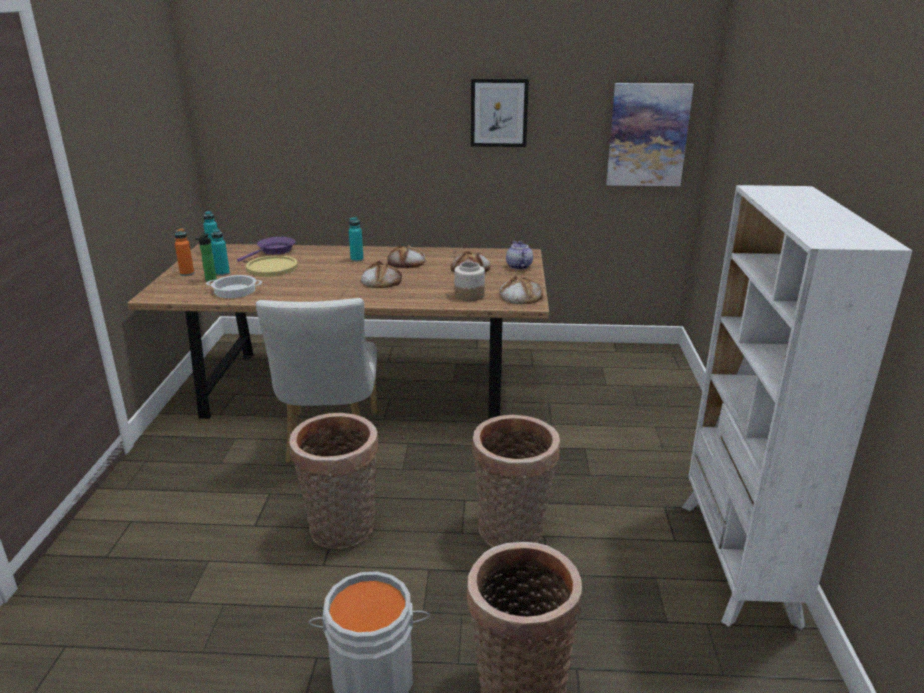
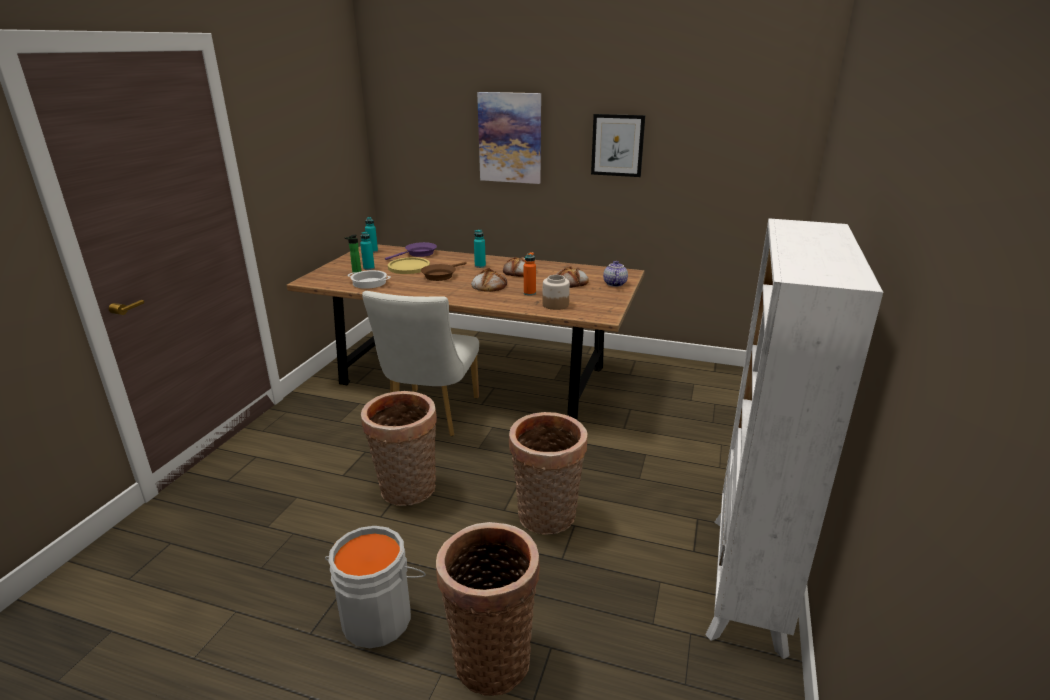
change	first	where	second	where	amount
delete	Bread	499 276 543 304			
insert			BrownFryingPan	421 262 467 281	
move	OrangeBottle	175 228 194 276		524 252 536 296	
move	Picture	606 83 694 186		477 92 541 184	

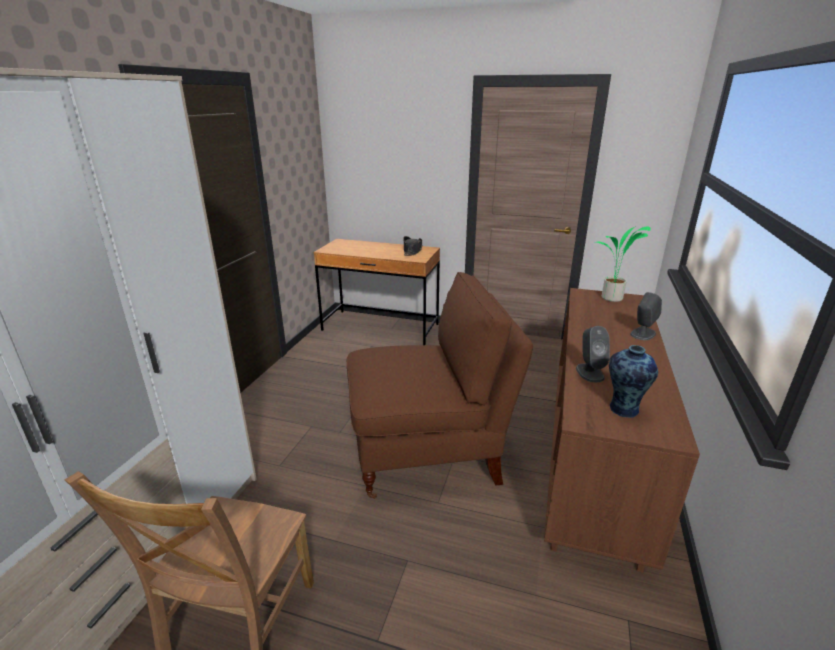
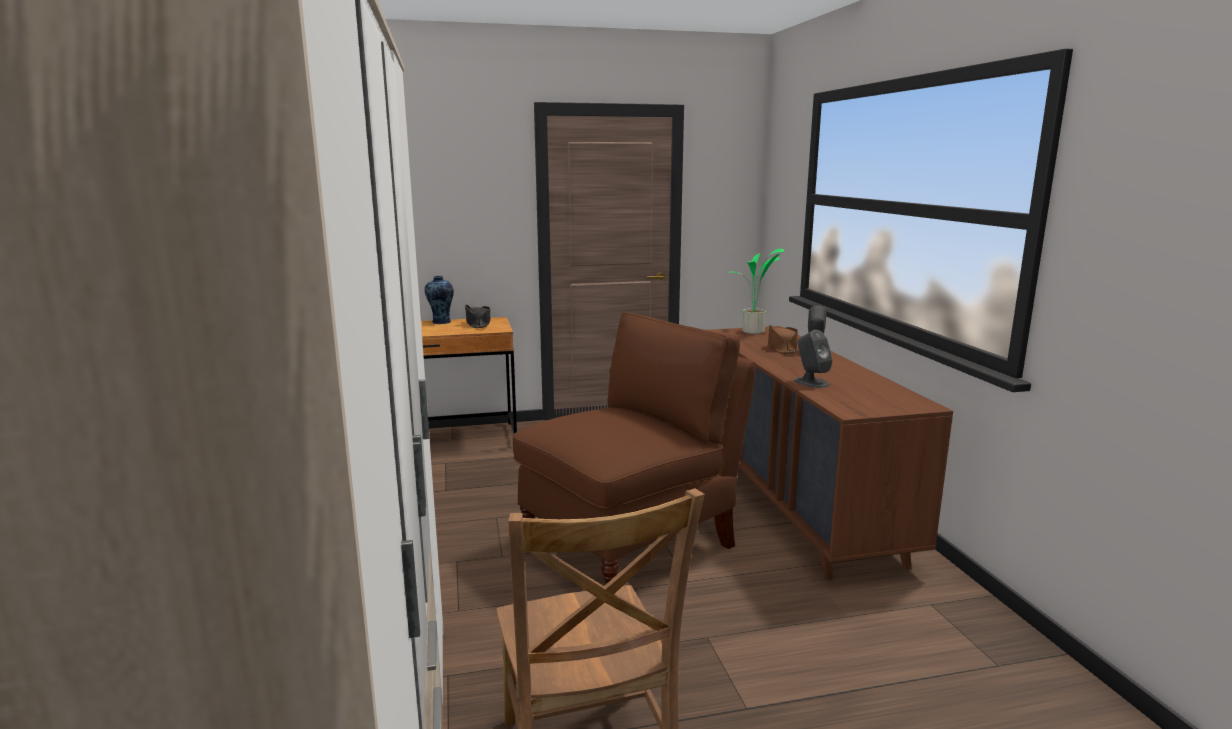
change	first	where	second	where	amount
insert			BrownHat	768 325 798 354	
move	Vase	609 345 658 418		425 276 454 324	

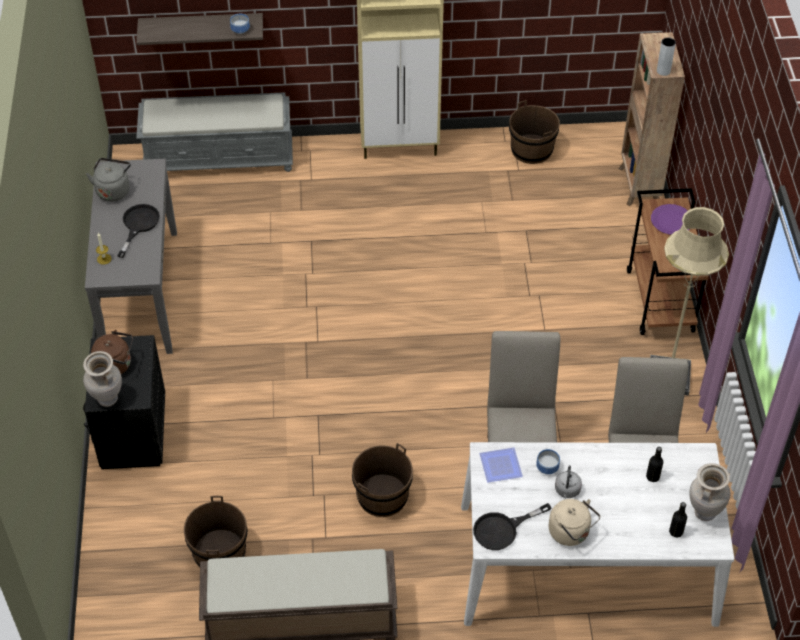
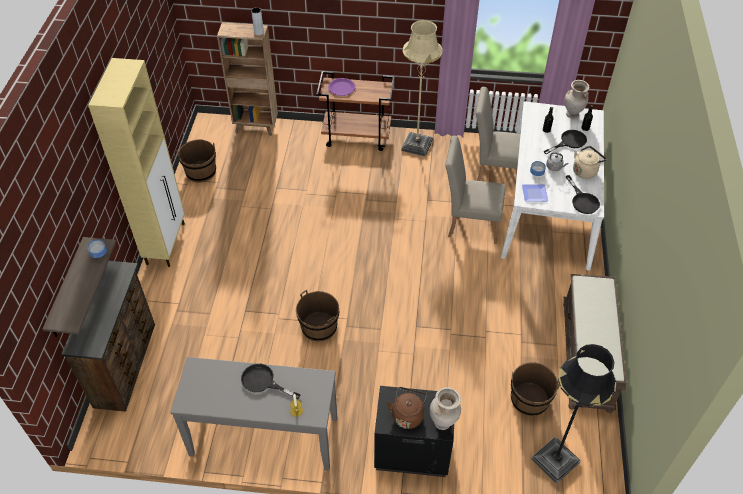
change	first	where	second	where	amount
delete	GreyKettle	86 158 131 202			
insert			BlackFloorLamp	531 344 616 484	
insert			BlackFryingPan	544 130 587 154	
move	BrownBucket	352 443 413 517		296 290 340 341	
replace	GreyBench	136 92 293 172	BrownDresser	61 261 155 412	

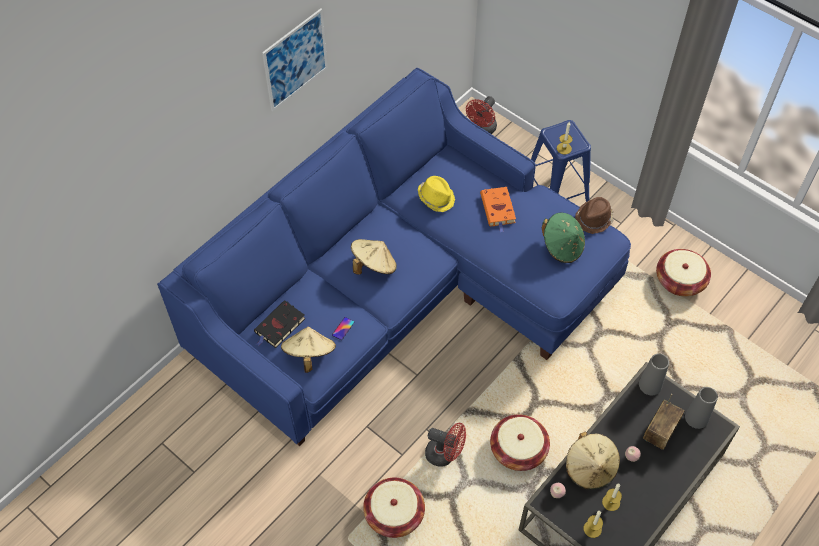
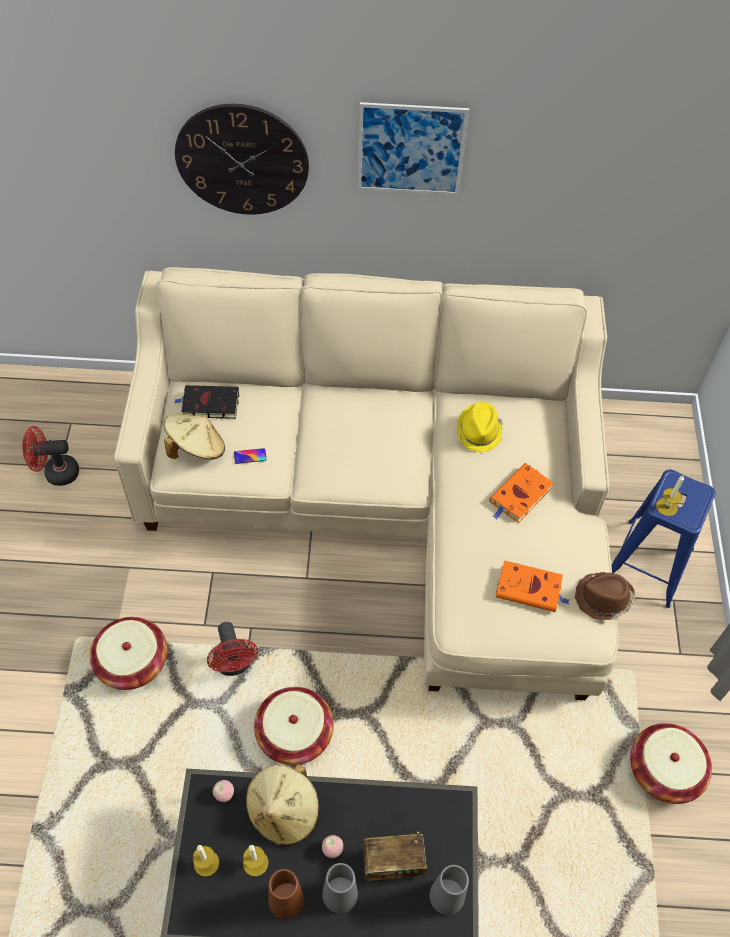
change	first	where	second	where	amount
delete	BeigeHat	351 239 397 275			
insert			WallClock	175 104 309 215	
insert			BrownVase	269 869 304 919	
move	RedFan	466 96 497 134		22 426 79 486	
move	GreyVase	639 353 669 395		322 863 358 913	
replace	GreenHat	542 213 585 263	OrangeBook	496 560 570 612	
recolor	BlueSofa	157 68 631 446	BeigeSofa	114 267 618 700	

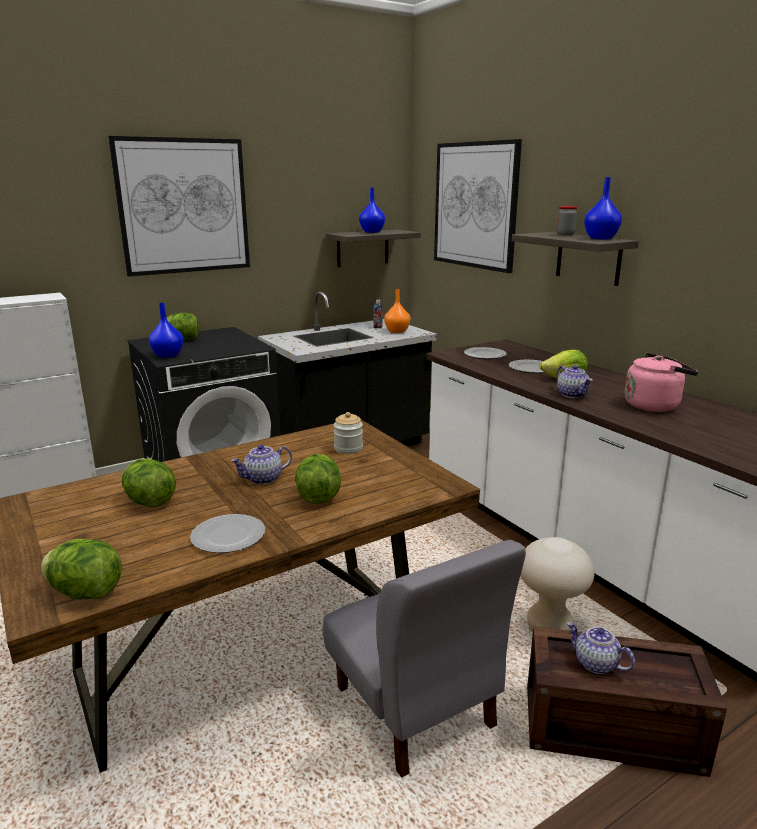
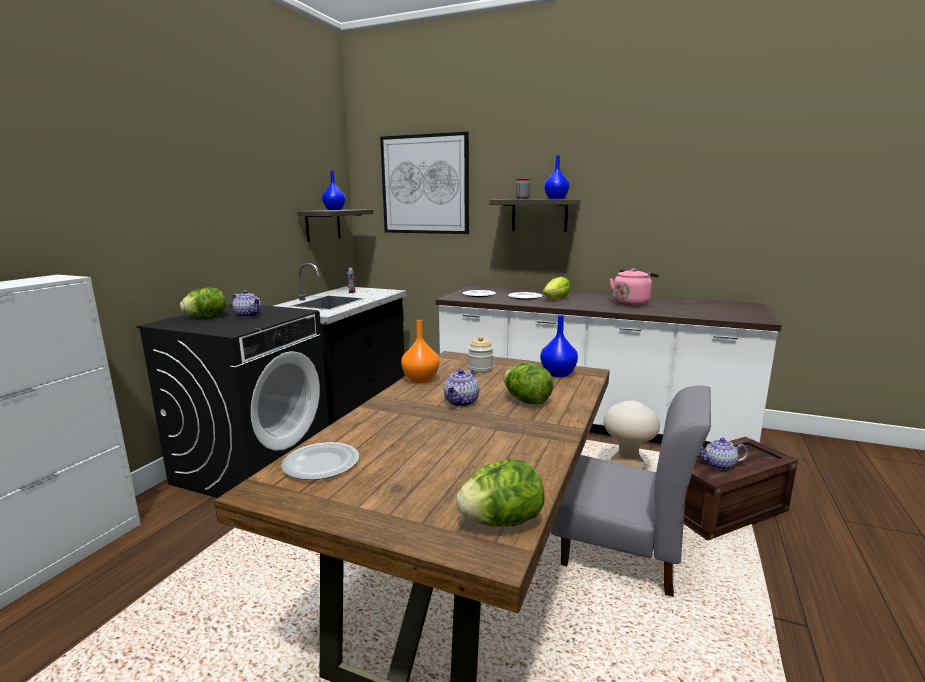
change	first	where	second	where	amount
delete	Picture	108 136 250 277			
delete	Lettuce	122 458 176 508			
move	BlueVase	149 302 183 358		540 315 578 377	
move	Plate	190 514 265 553		281 442 359 480	
move	OrangeVase	384 289 410 333		401 320 439 383	
move	Teapot	557 365 593 398		232 290 261 318	

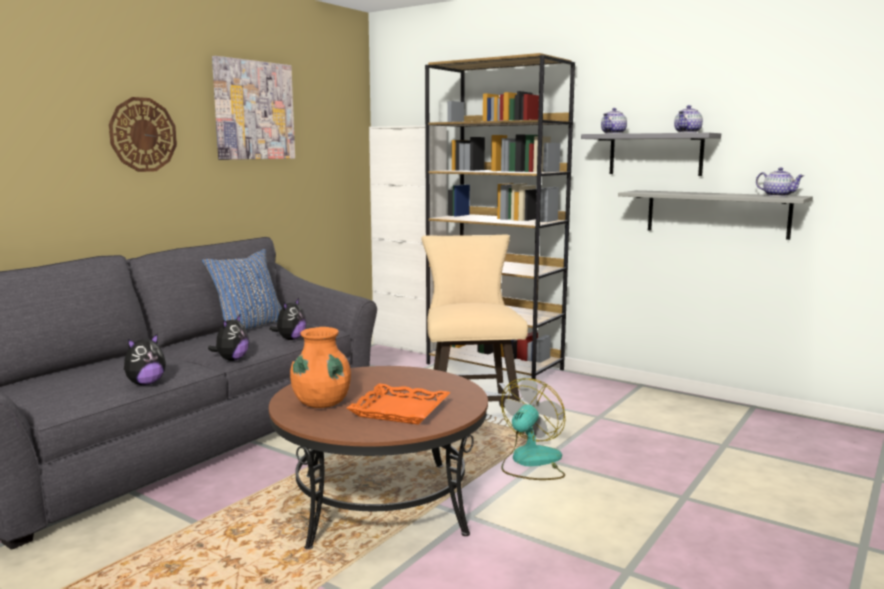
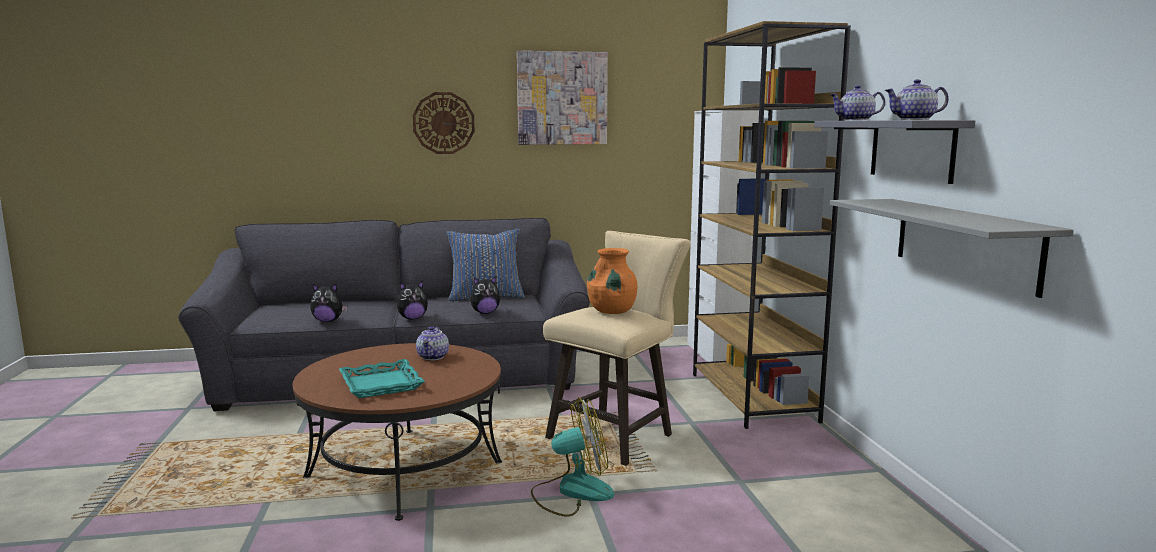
change	first	where	second	where	amount
move	OrangeVase	290 327 351 408		587 248 638 314	
move	Teapot	756 167 804 197		416 326 449 360	
recolor	OrangeTray	347 383 450 425	TurquoiseTray	339 359 425 398	

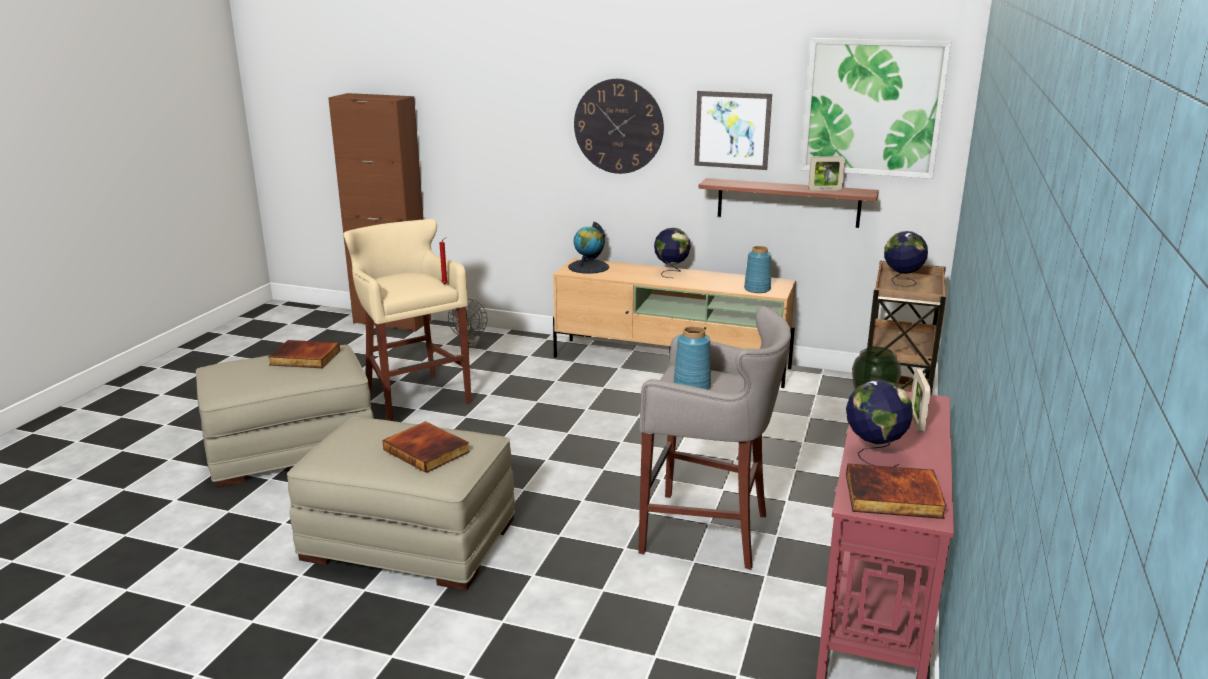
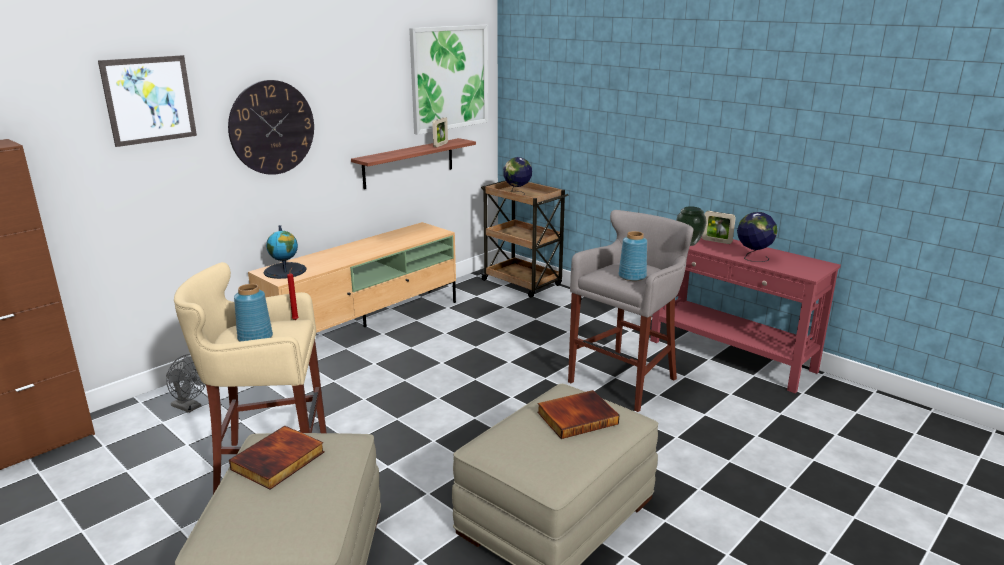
change	first	where	second	where	amount
delete	Globe	654 228 691 278			
delete	Book	846 463 946 519			
move	Picture	694 91 772 170		98 55 197 147	
move	BlueVase	744 246 771 293		234 284 273 342	

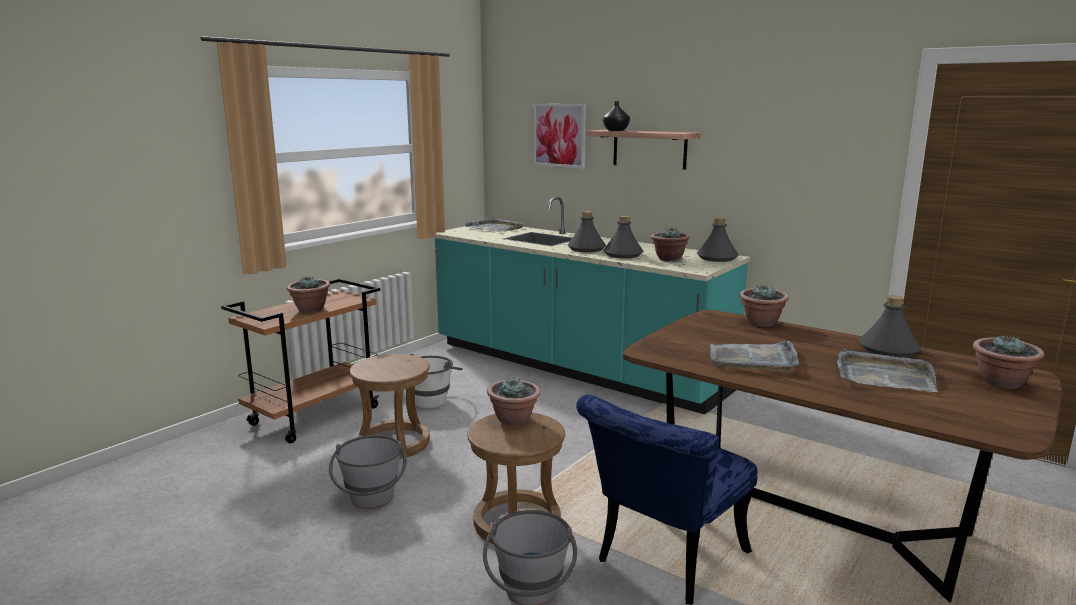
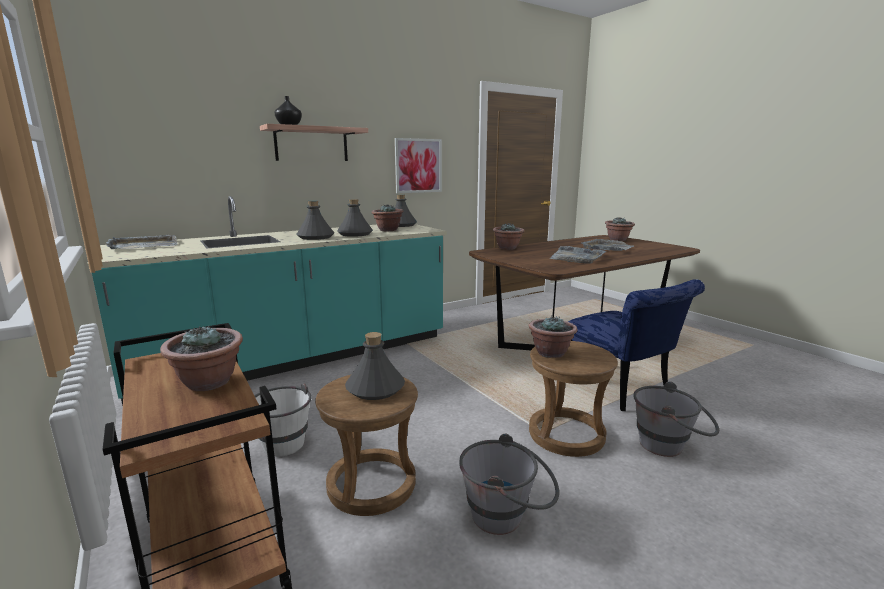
change	first	where	second	where	amount
move	Picture	533 104 586 169		394 138 442 193	
move	GreyBottle	859 295 921 357		345 332 405 400	

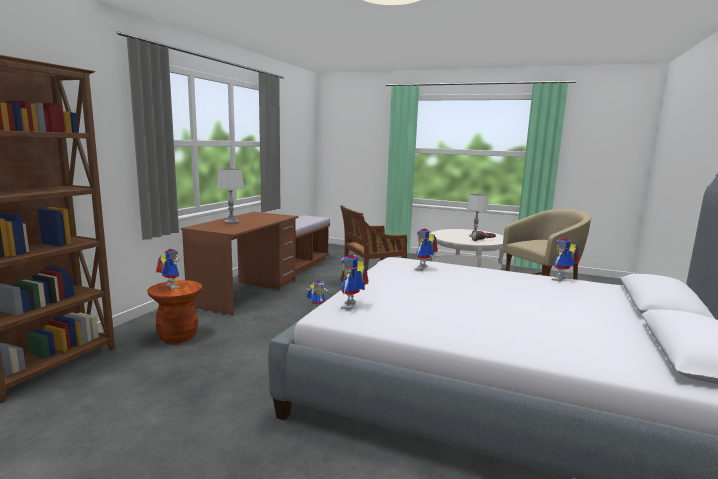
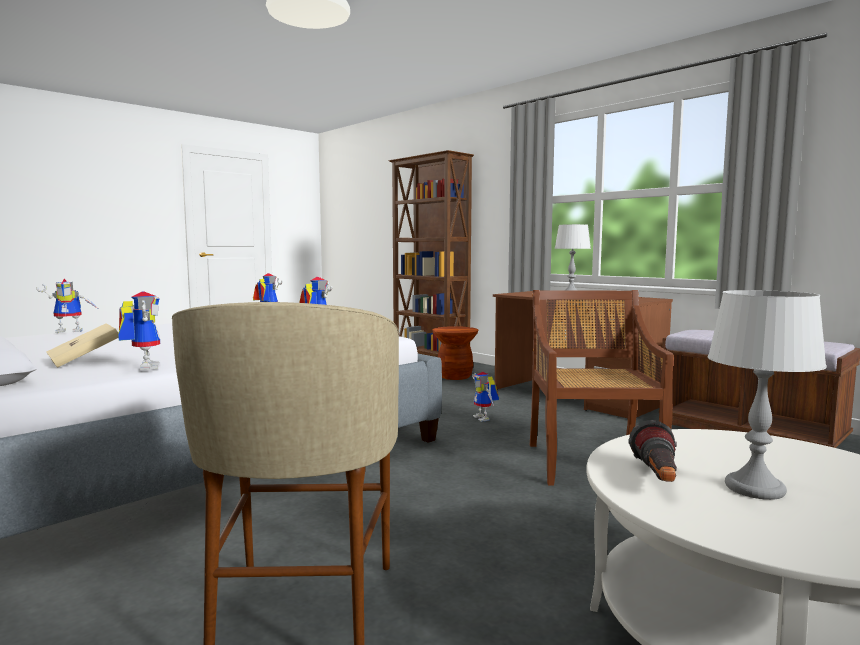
change	first	where	second	where	amount
insert			BeigeBook	46 323 118 368	
move	ToyRobot	156 249 180 290		36 279 100 333	

